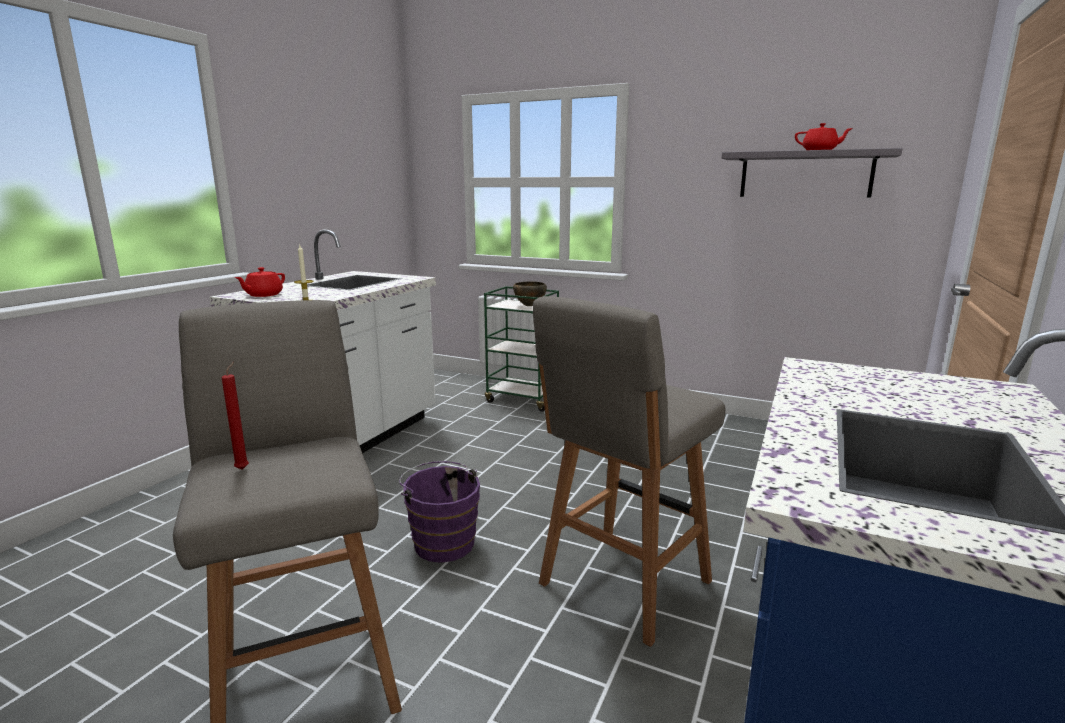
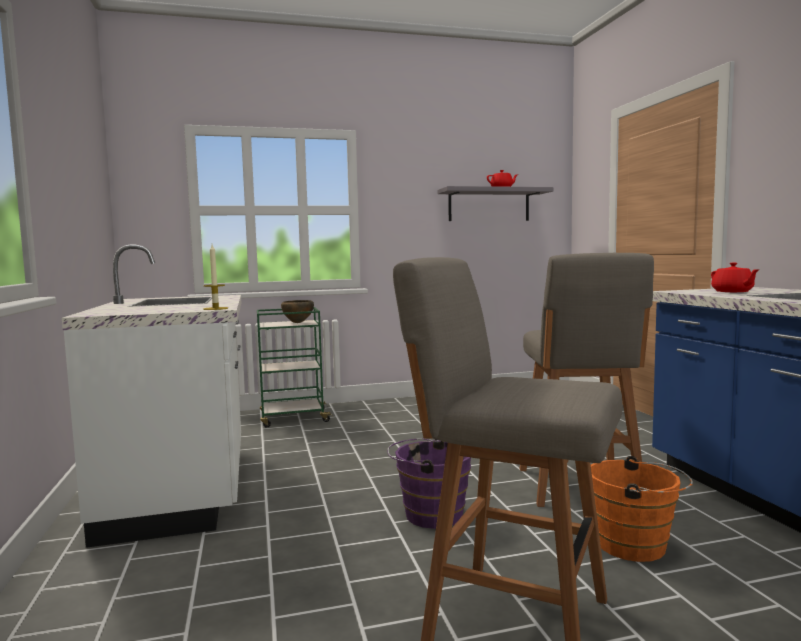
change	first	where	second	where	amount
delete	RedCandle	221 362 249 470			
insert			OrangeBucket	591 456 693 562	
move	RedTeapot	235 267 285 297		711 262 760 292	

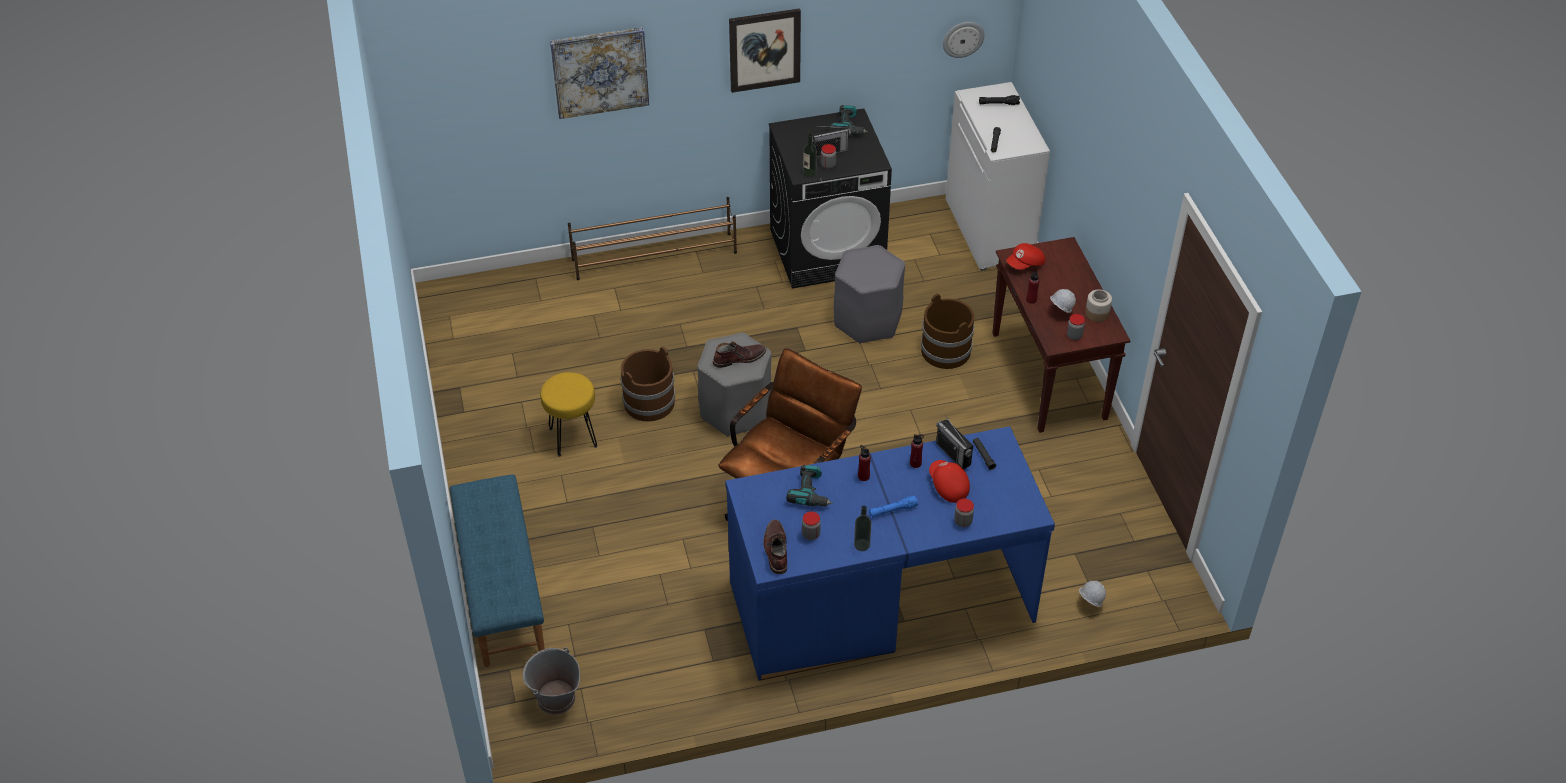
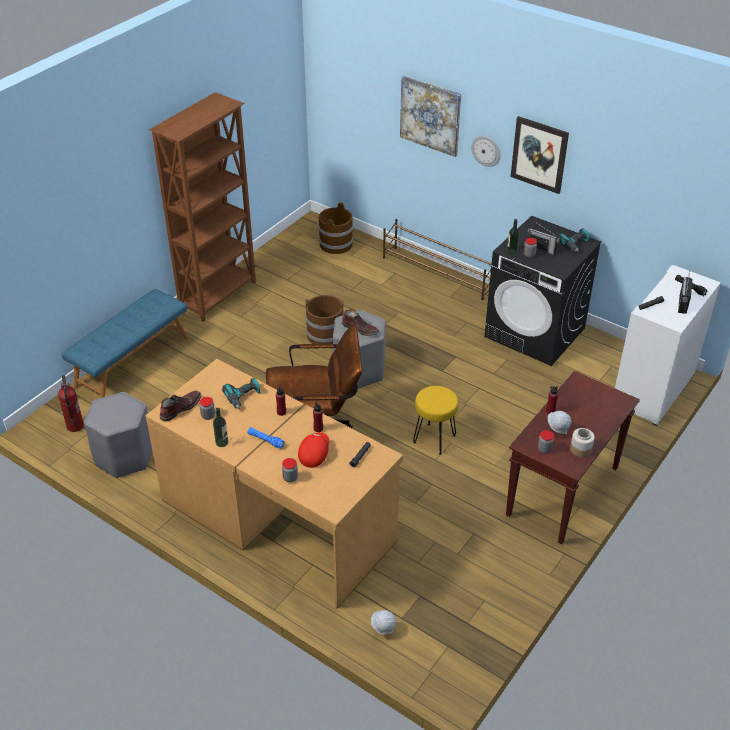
change	first	where	second	where	amount
delete	RedCap	1006 243 1045 270			
insert			BrownBookcase	149 92 256 322	
move	YellowStool	540 372 597 456		413 386 459 455	
move	GreyStool	834 245 905 344		84 392 153 478	
move	BrownBucket	921 294 974 369		318 202 353 254	
move	Radio	936 415 973 469		678 271 692 314	
move	WallClock	943 22 985 58		471 136 501 167	
replace	GreyBucket	523 647 580 715	FireExtinguisher	58 375 84 432	
recolor	BlueDesk	725 426 1055 681	BrownDesk	145 359 403 609	

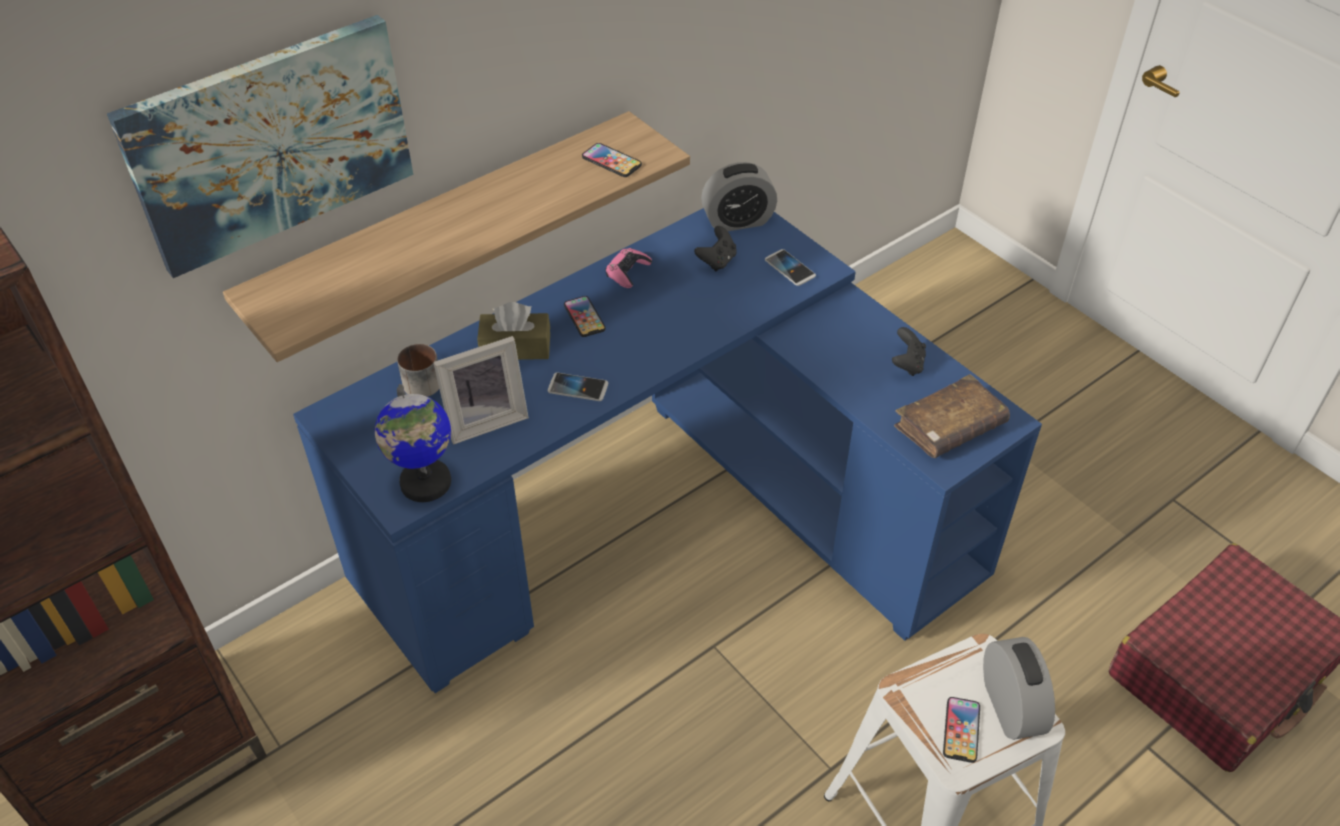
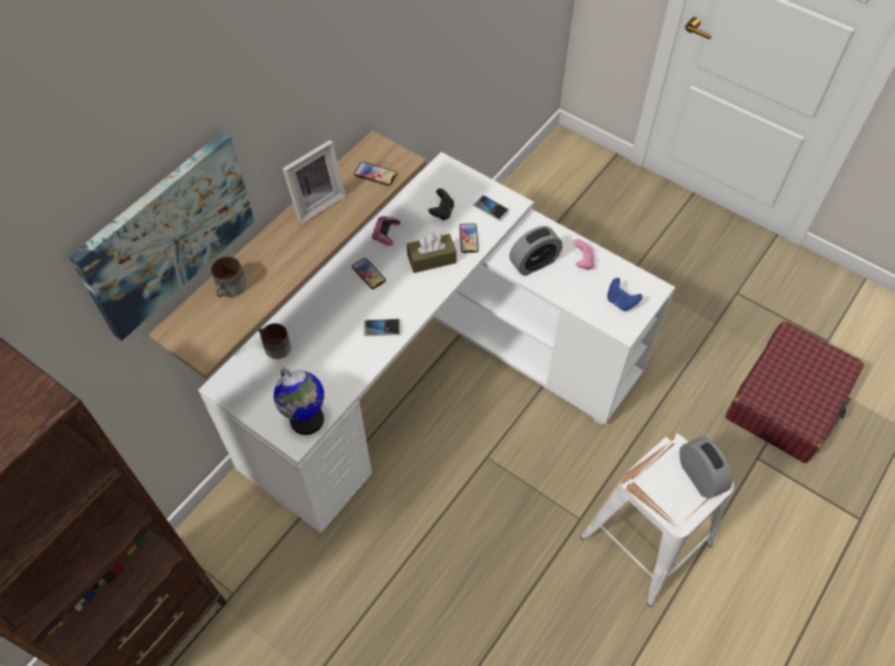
change	first	where	second	where	amount
insert			Mug	211 256 246 297	
move	PictureFrame	433 336 529 444		282 140 346 224	
move	BrownTissueBox	477 302 550 360		407 233 456 273	
move	AlarmClock	701 162 777 231		509 226 563 276	
move	Phone	943 697 980 763		459 223 479 253	
replace	BrownBook	894 374 1010 458	BlueGameController	607 278 643 311	
recolor	BlueDesk	293 208 1042 693	WhiteDesk	198 152 675 533	
recolor	BlackGameController	892 327 926 376	PinkGameController	573 239 595 270	

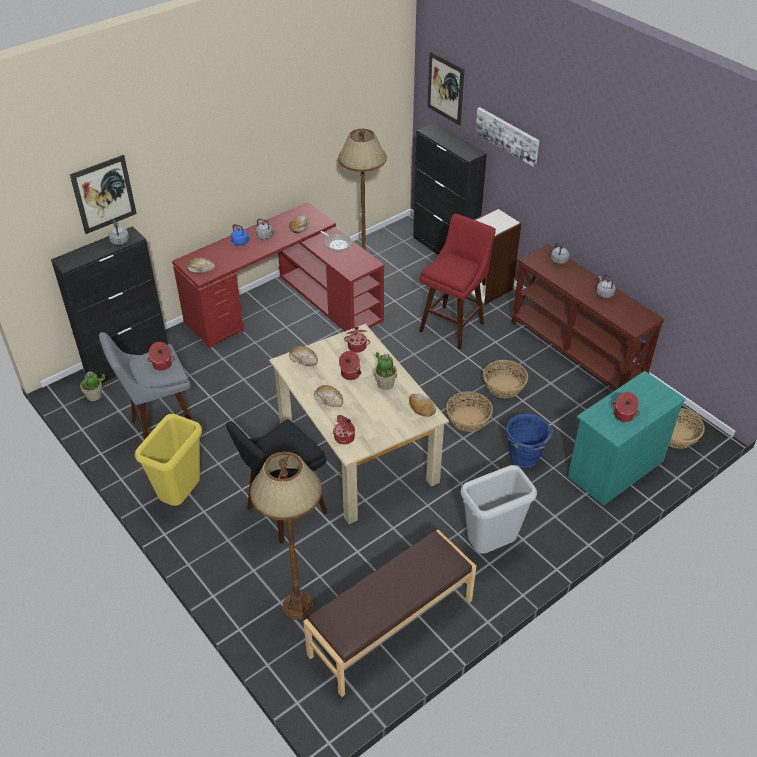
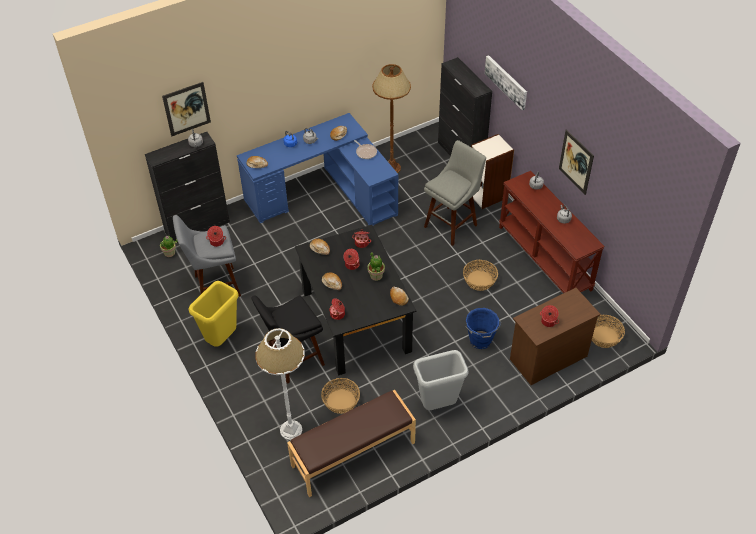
change	first	where	second	where	amount
move	Picture	427 51 464 126		559 129 594 195	
move	Basket	446 391 493 432		321 378 360 414	
recolor	RedDesk	172 202 384 349	BlueDesk	237 113 399 226	
recolor	BrownFloorLamp	250 452 322 620	WhiteFloorLamp	255 328 305 440	
recolor	BeigeDiningTable	269 324 449 524	BlackDiningTable	295 225 416 376	
recolor	RedStool	419 214 496 349	GreyStool	424 140 486 246	
recolor	TurquoiseDresser	568 371 686 506	BrownDresser	510 288 600 385	

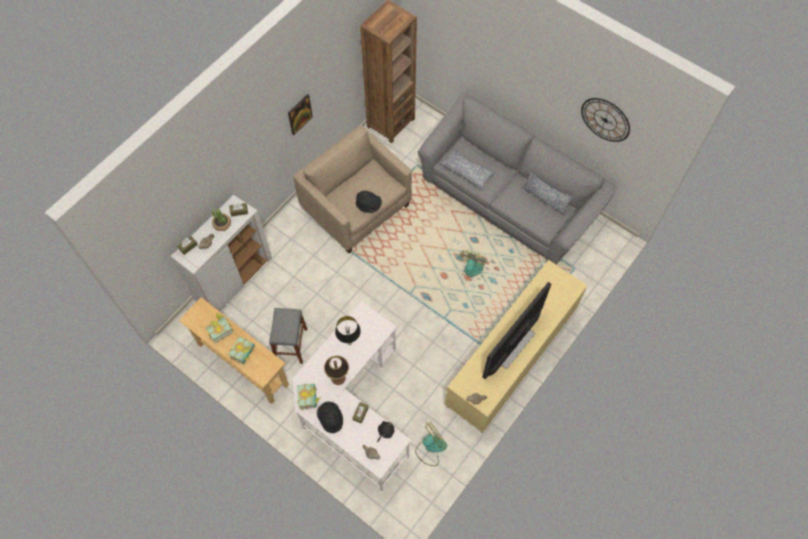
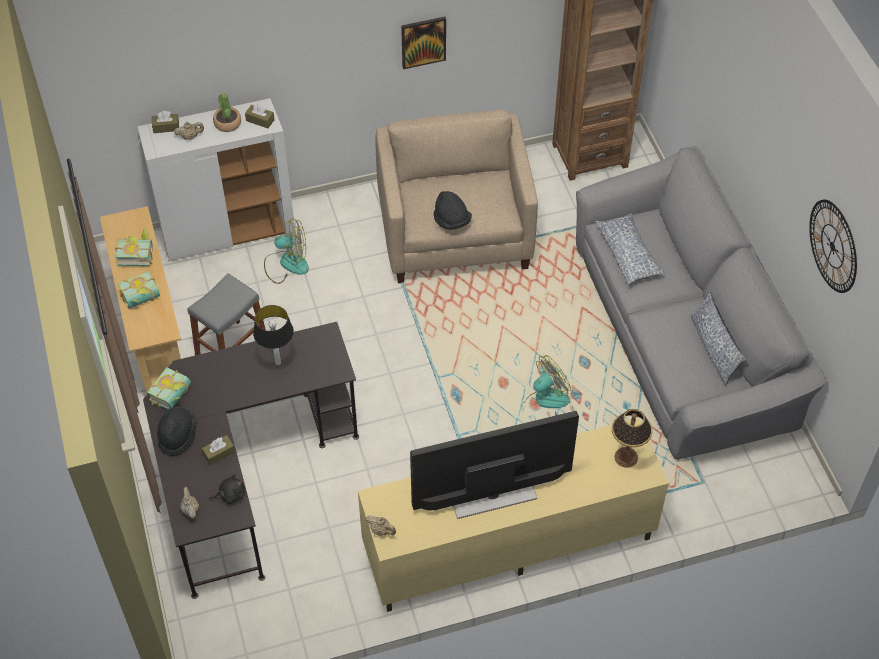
change	first	where	second	where	amount
move	TableLamp	324 356 349 385		612 409 652 468	
move	Fan	415 422 447 466		264 218 309 284	
recolor	WhiteDesk	293 301 411 493	BlackDesk	143 322 359 599	

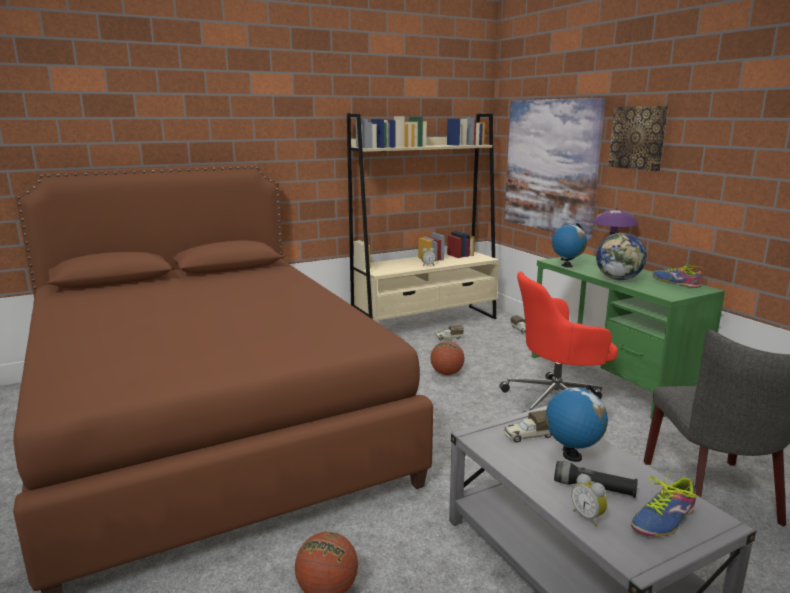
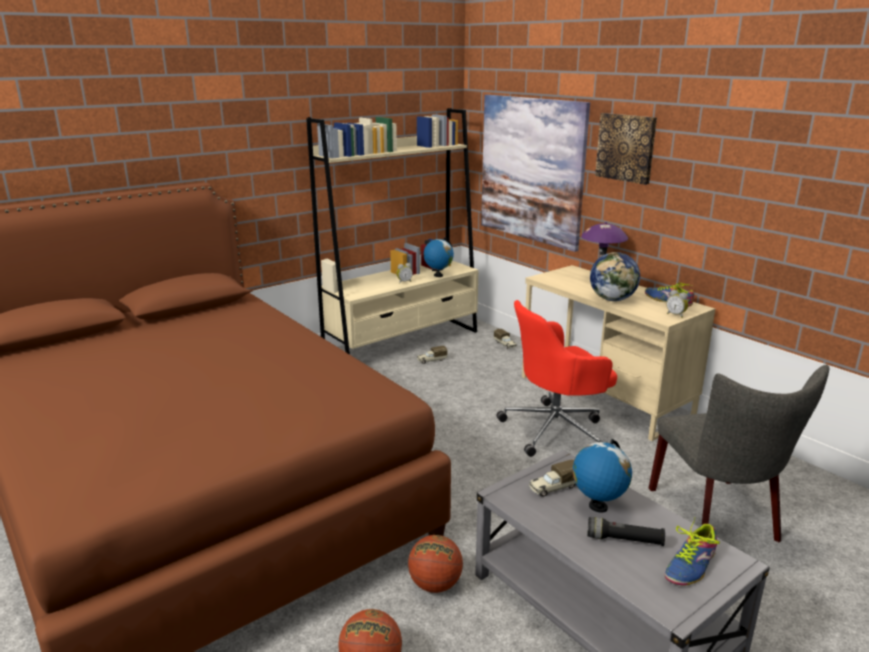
change	first	where	second	where	amount
move	Basketball	430 341 465 375		408 535 463 593	
move	Globe	552 223 587 267		423 237 454 277	
move	AlarmClock	571 473 608 527		666 290 688 318	
recolor	GreenDesk	532 254 725 419	BeigeDesk	522 265 715 441	

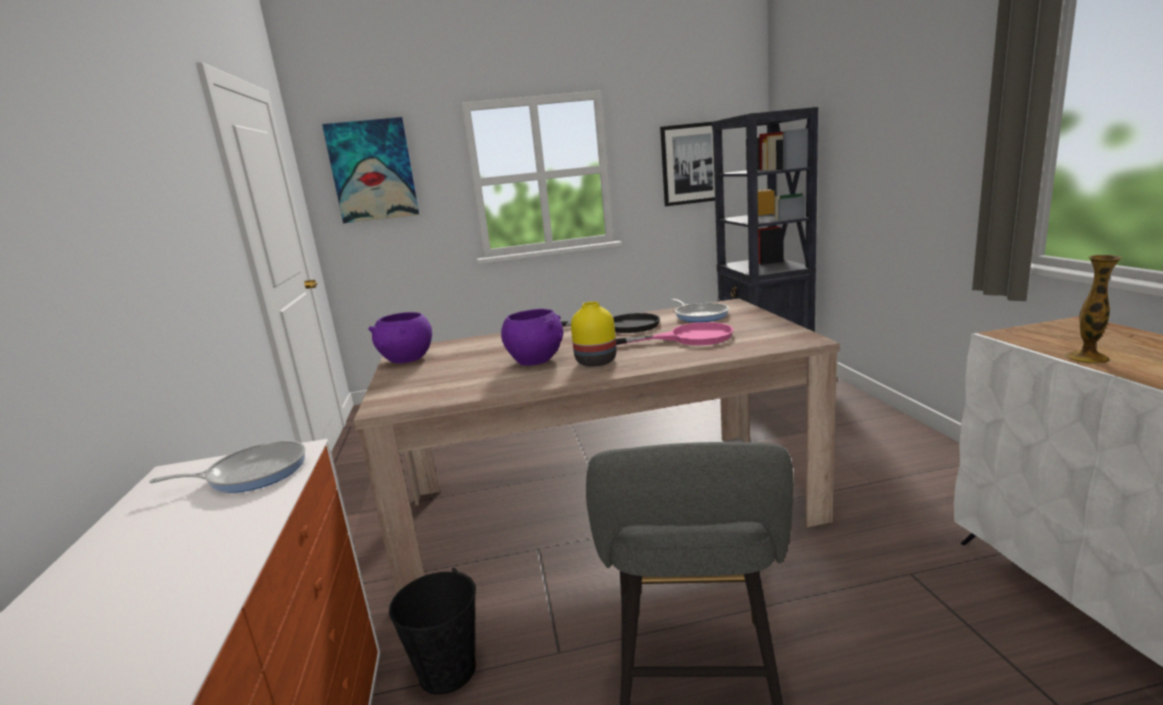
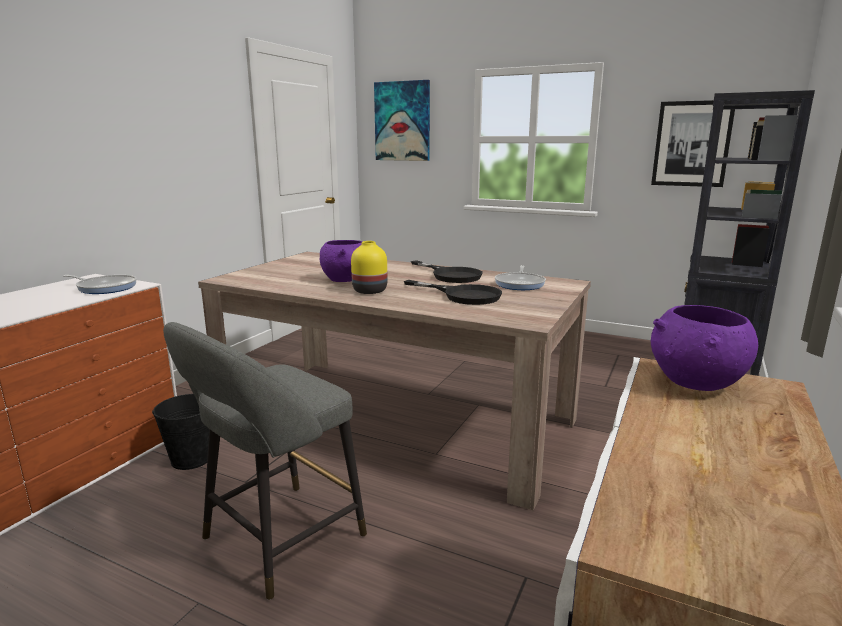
change	first	where	second	where	amount
delete	Vase	1064 255 1122 364			
move	PurpleBowl	368 312 432 363		651 305 758 391	
recolor	PinkFryingPan	616 322 734 345	BlackFryingPan	404 280 502 305	

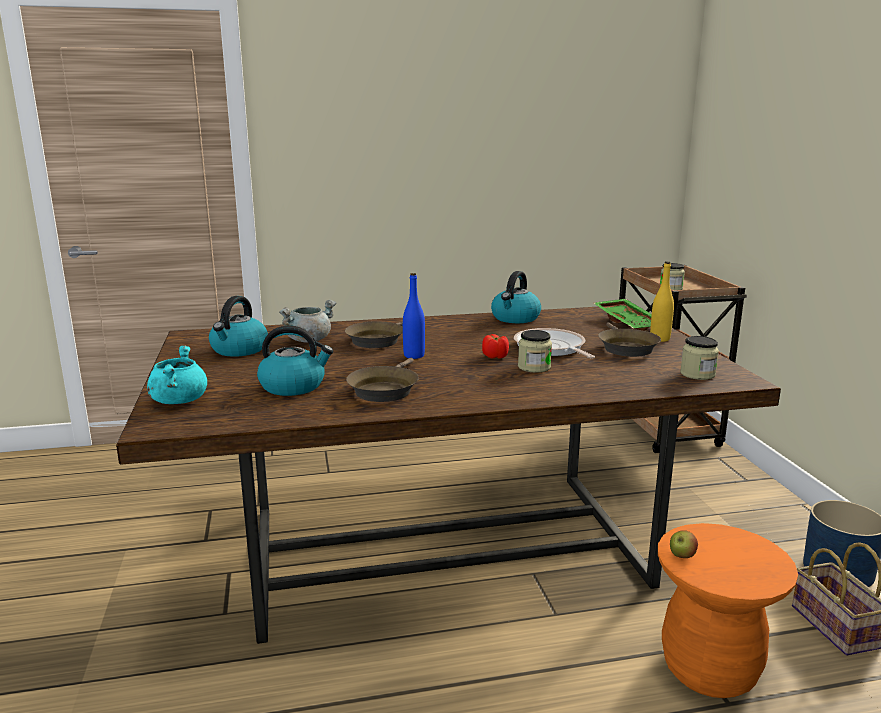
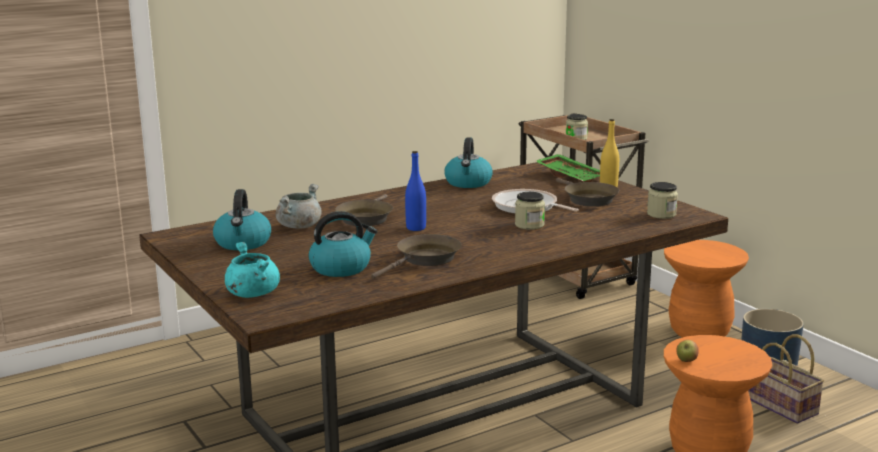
change	first	where	second	where	amount
delete	Tomato	482 334 509 359			
insert			OrangeStool	664 240 749 338	
rotate	BrownFryingPan	346 358 419 402		371 234 462 279	135 degrees counterclockwise

